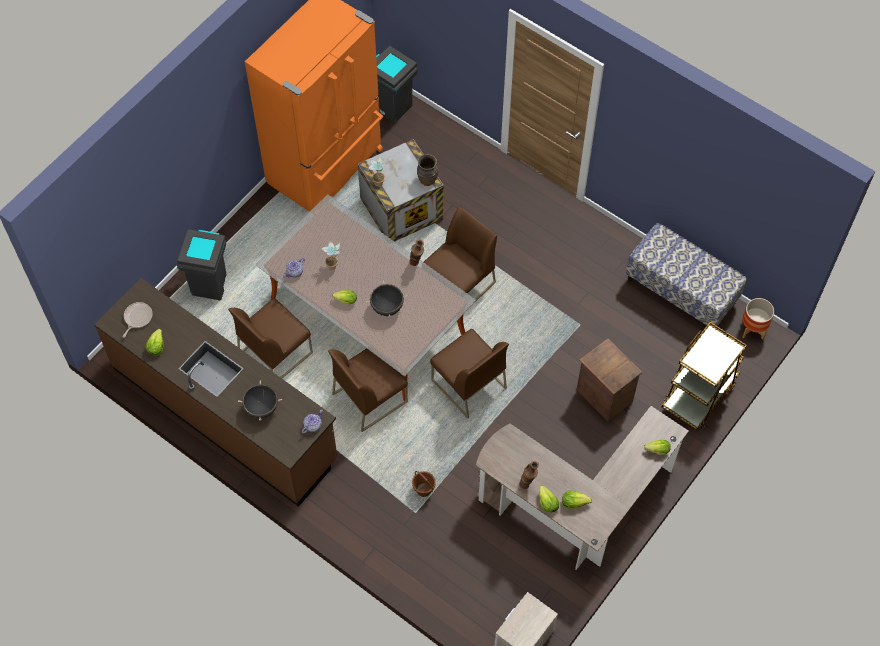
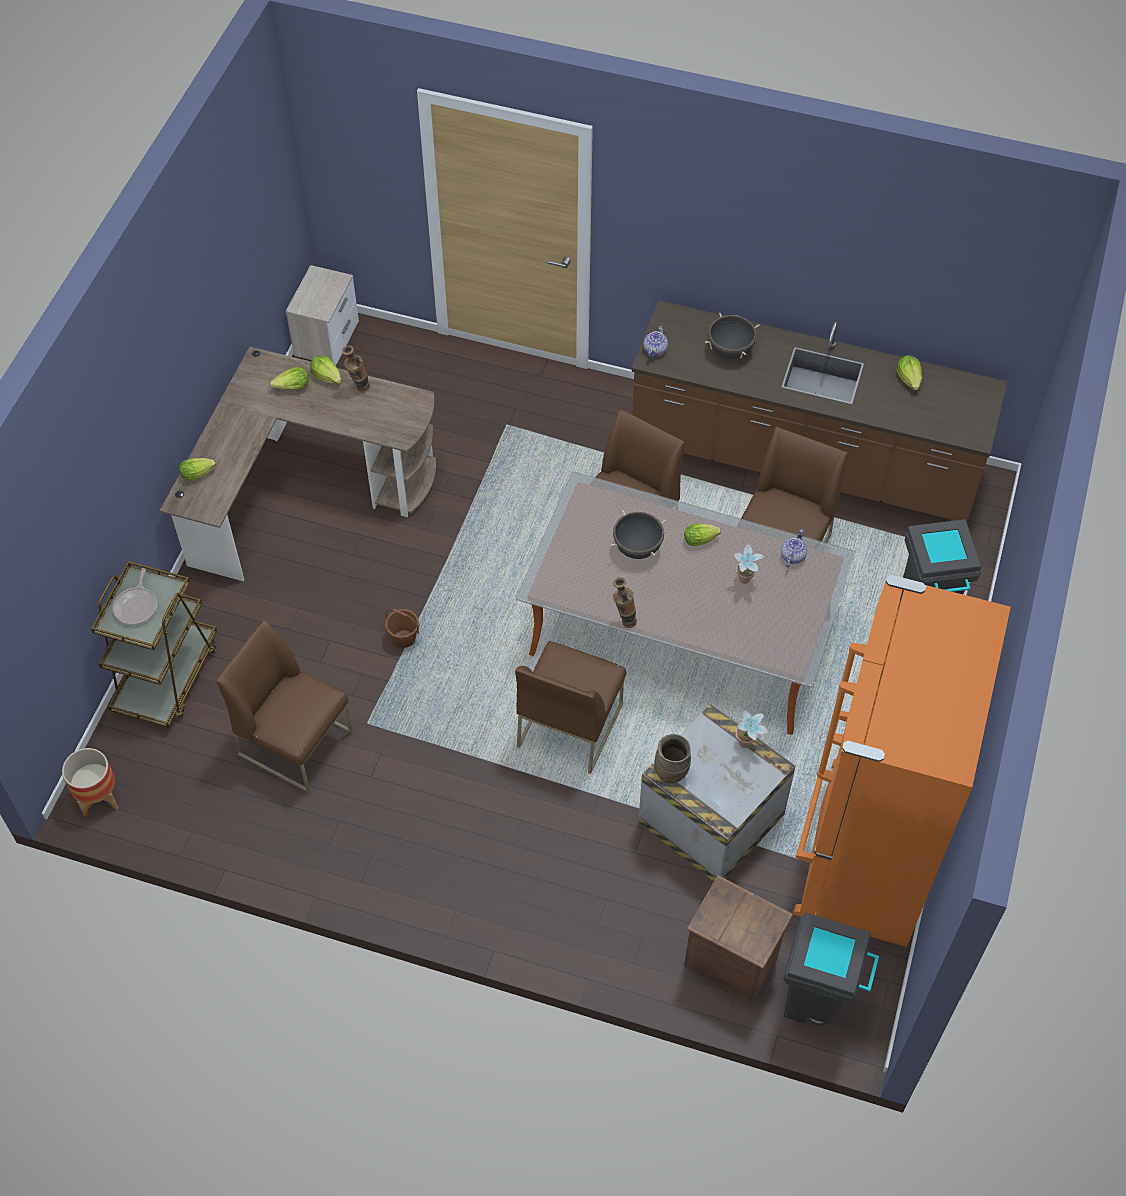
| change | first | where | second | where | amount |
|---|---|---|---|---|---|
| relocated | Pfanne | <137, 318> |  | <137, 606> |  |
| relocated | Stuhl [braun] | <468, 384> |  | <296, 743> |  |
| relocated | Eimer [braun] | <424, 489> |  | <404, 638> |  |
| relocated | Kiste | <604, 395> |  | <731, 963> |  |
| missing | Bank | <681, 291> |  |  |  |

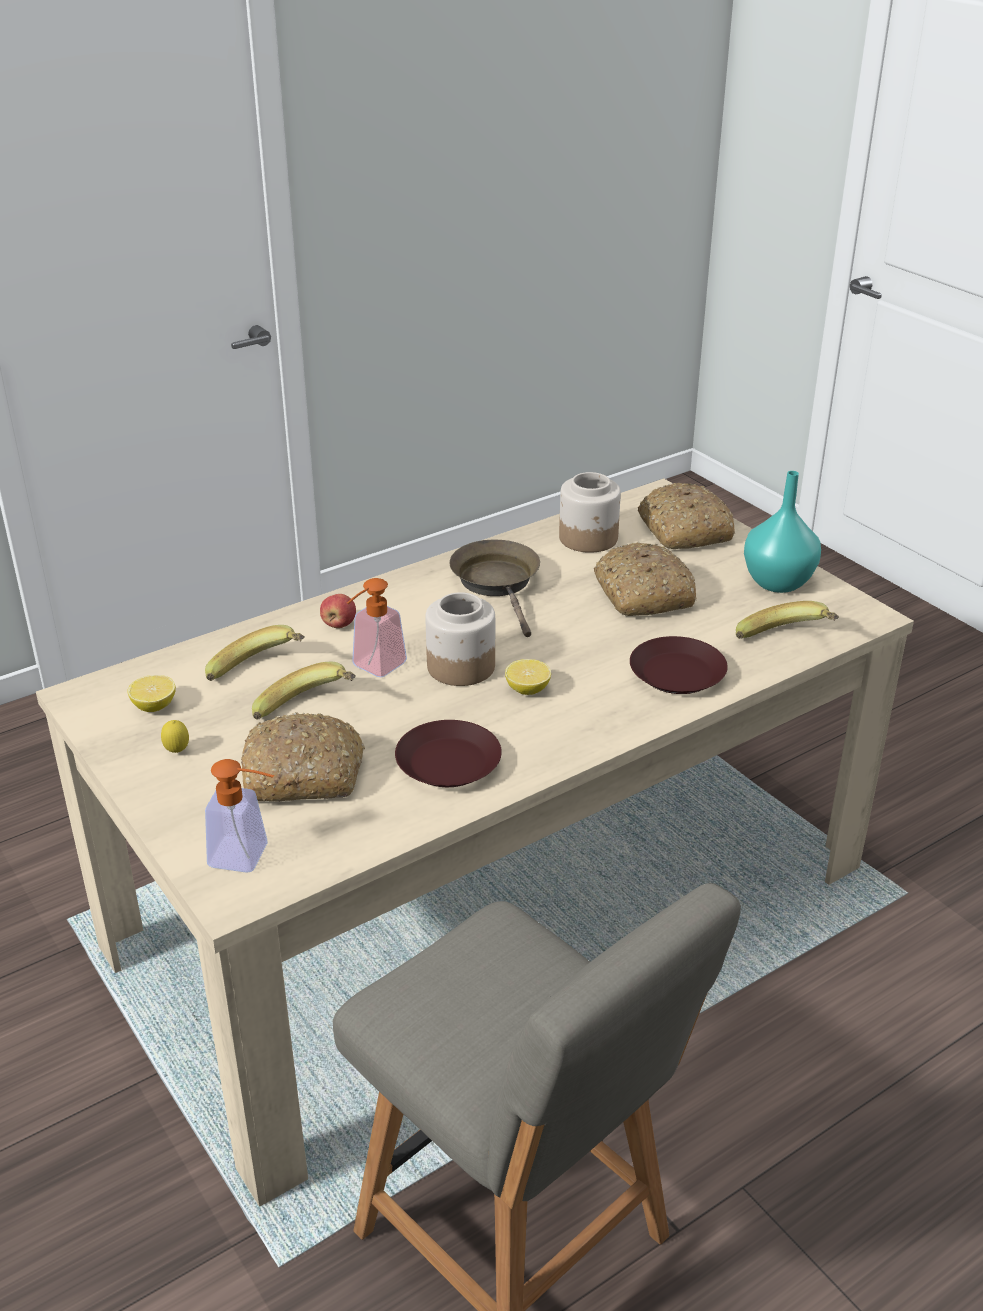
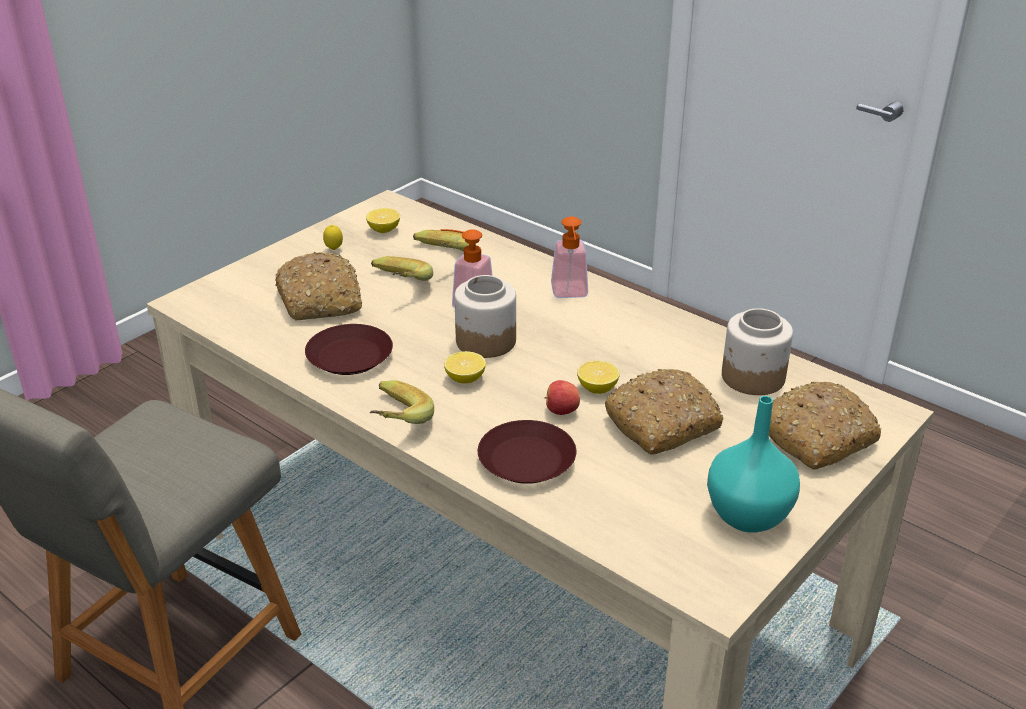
| change | first | where | second | where | amount |
|---|---|---|---|---|---|
| relocated | Banane | <786, 643> |  | <393, 422> |  |
| relocated | Apfel | <339, 624> |  | <561, 411> |  |
| relocated | Seifenspender | <248, 857> |  | <570, 294> |  |
| appeared |  |  | Zitrone | <597, 388> |  |
| missing | Pfanne [braun] | <498, 583> |  |  |  |

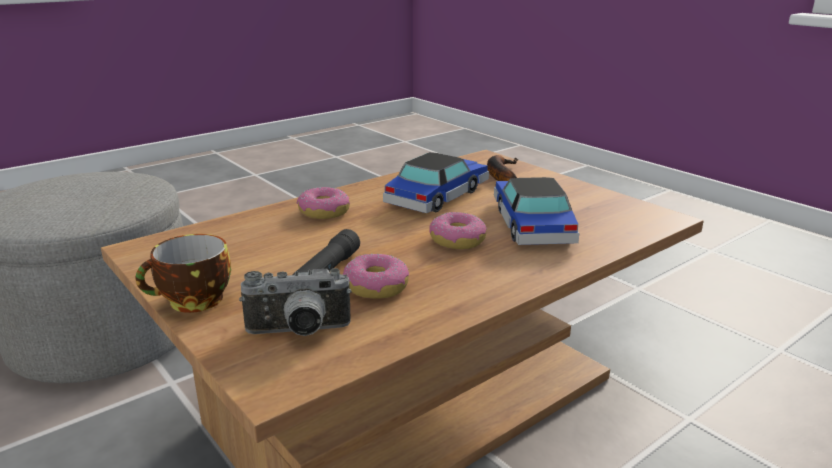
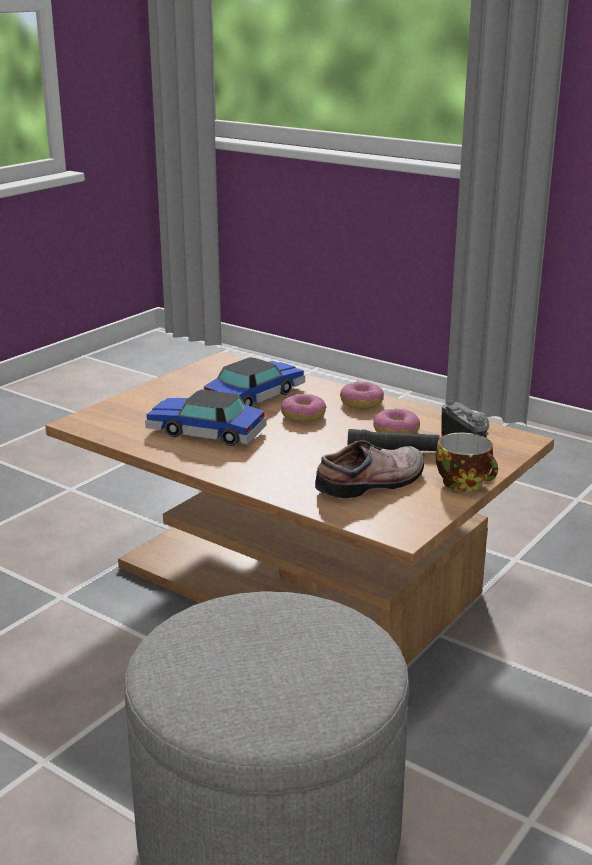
| change | first | where | second | where | amount |
|---|---|---|---|---|---|
| spun | Spielzeugauto | <532, 223> |  | <254, 396> | 150 degrees clockwise |
| appeared |  |  | Schuh | <373, 483> |  |
| relocated | Donut | <323, 212> |  | <362, 403> |  |
| missing | Banane | <499, 174> |  |  |  |

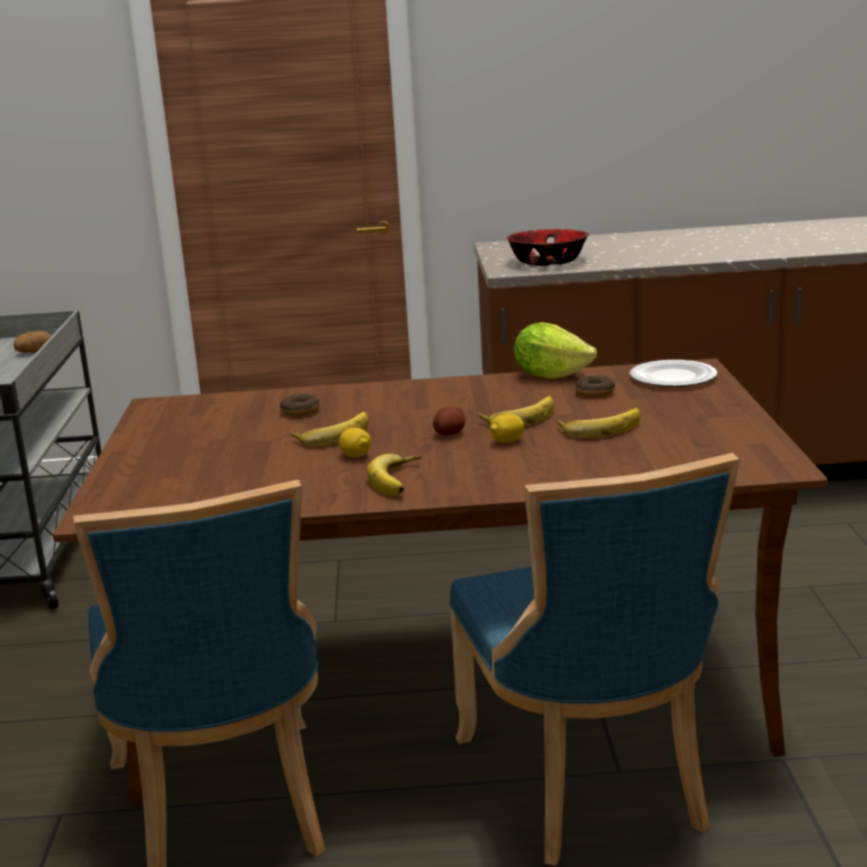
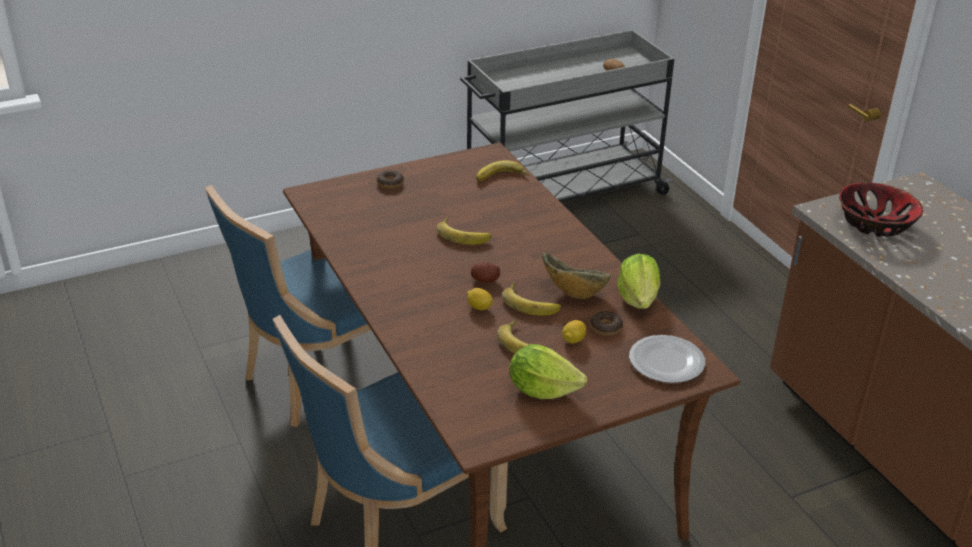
| change | first | where | second | where | amount |
|---|---|---|---|---|---|
| relocated | Donut | <300, 411> |  | <390, 183> |  |
| relocated | Banane | <401, 480> |  | <501, 178> |  |
| appeared |  |  | Salatkopf | <542, 389> |  |
| appeared |  |  | Schüssel | <573, 293> |  |
| relocated | Zitrone | <356, 455> |  | <573, 340> |  |

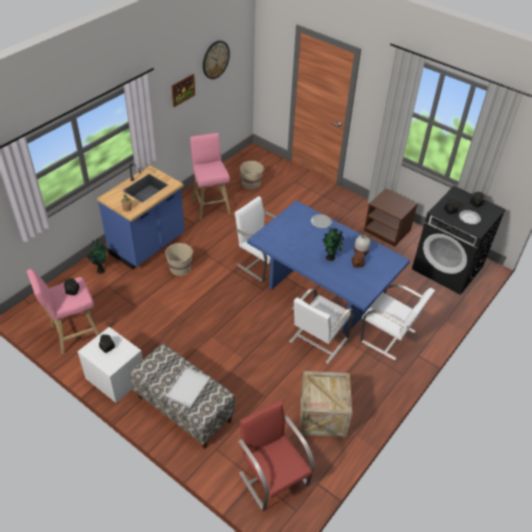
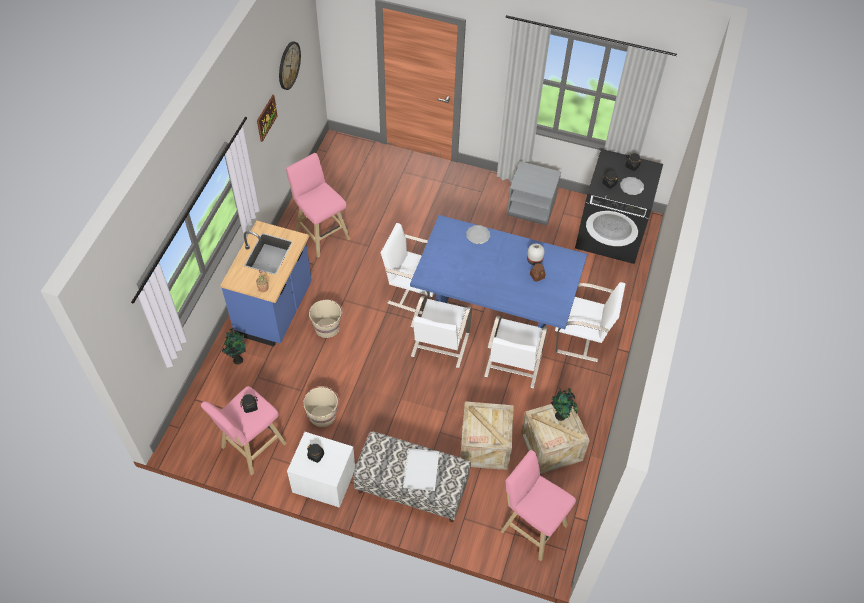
| change | first | where | second | where | amount |
|---|---|---|---|---|---|
| relocated | Eimer [beige] | <251, 183> |  | <323, 415> |  |
| appeared |  |  | Stuhl [weiß] | <439, 345> |  |
| appeared |  |  | Kiste | <484, 446> |  |
| exchanged | Stuhl [rot] | <273, 477> | Hocker [rosa] | <531, 526> |  |
| colour | Nachttisch [braun] | <387, 231> | Nachttisch [grau] | <532, 207> |  |
| relocated | Topfpflanze | <330, 258> |  | <561, 416> |  |

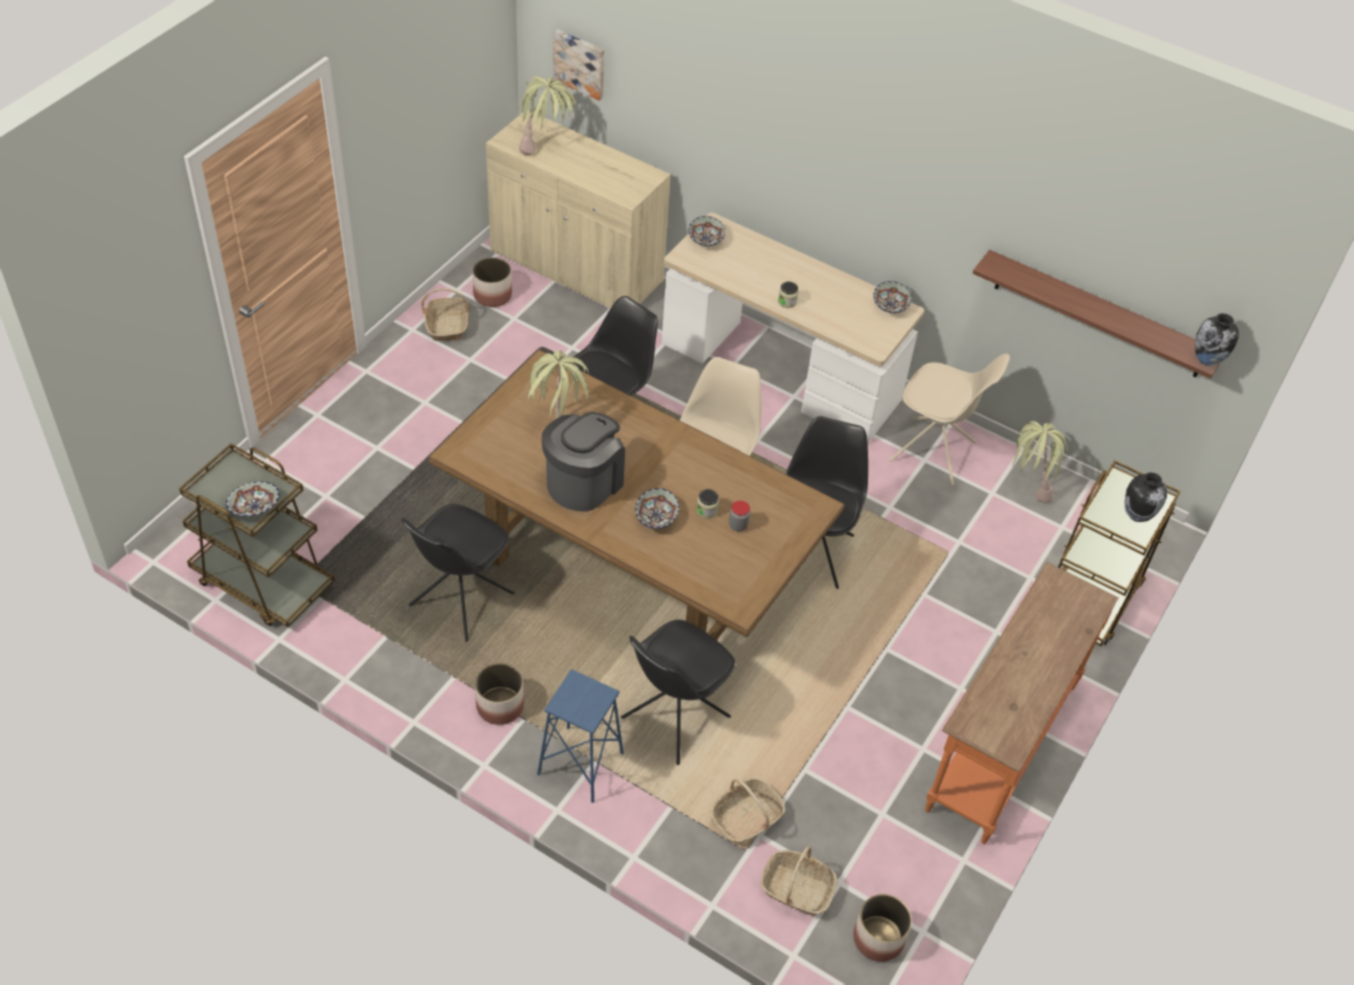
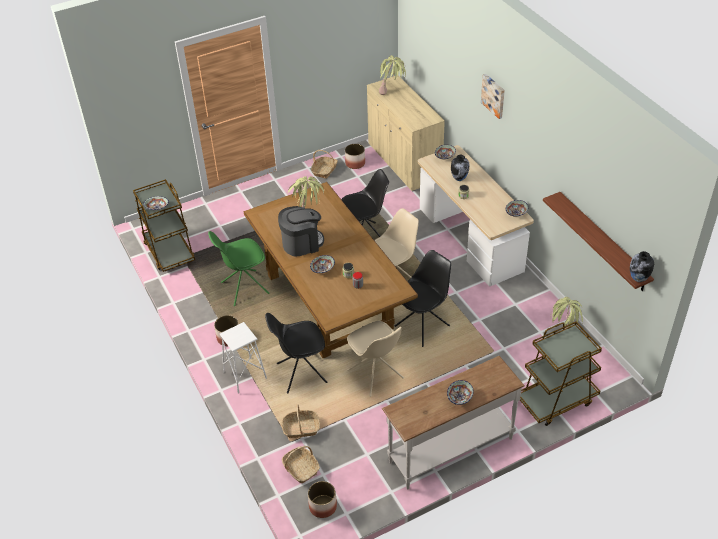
| change | first | where | second | where | amount |
|---|---|---|---|---|---|
| colour | Stuhl [schwarz] | <460, 601> | Stuhl [grün] | <244, 288> |  |
| colour | Hocker [blau] | <580, 764> | Hocker [weiß] | <244, 375> |  |
| relocated | Stuhl [beige] | <934, 452> |  | <376, 375> |  |
| colour | Konsolentisch [orange] | <999, 746> | Konsolentisch [weiß] | <450, 449> |  |
| appeared |  |  | Schüssel | <459, 397> |  |
| relocated | Vase | <1137, 515> |  | <459, 178> |  |
| relocated | Bild | <580, 63> |  | <494, 95> |  |

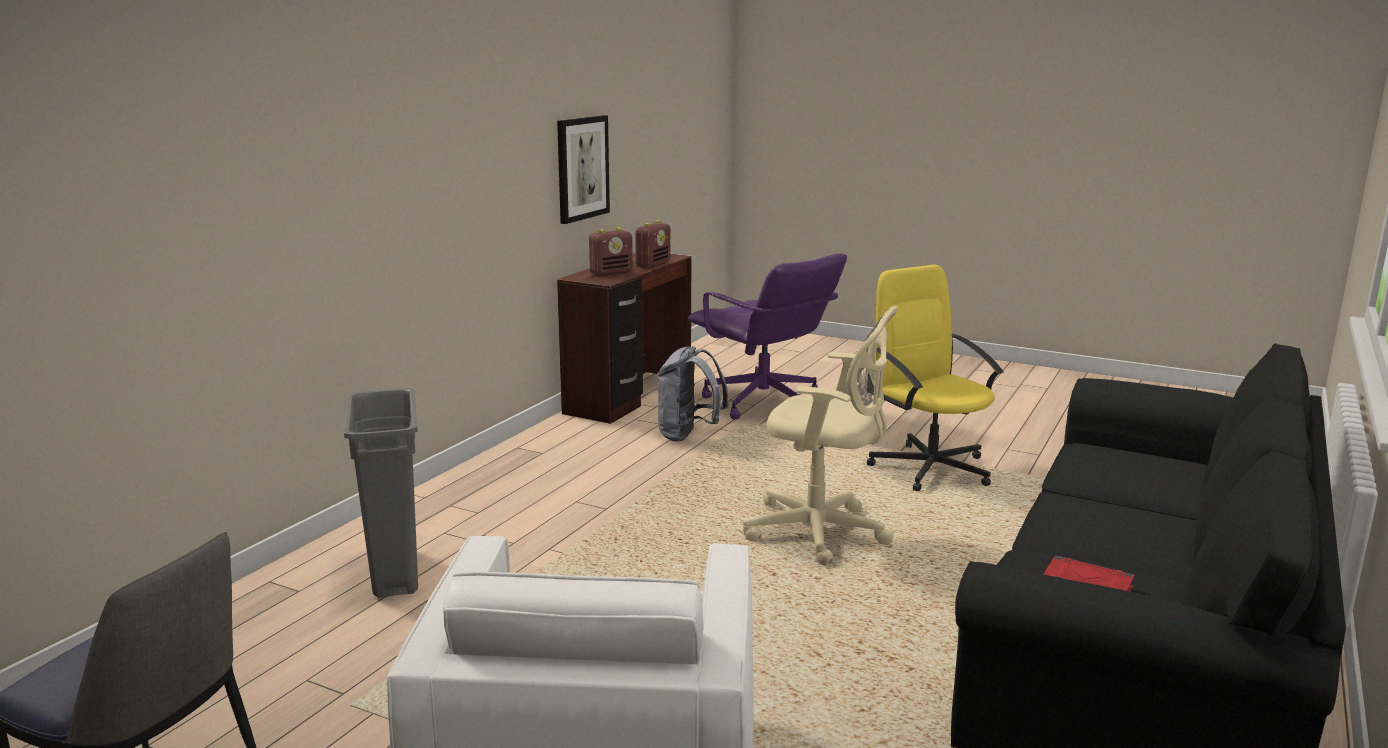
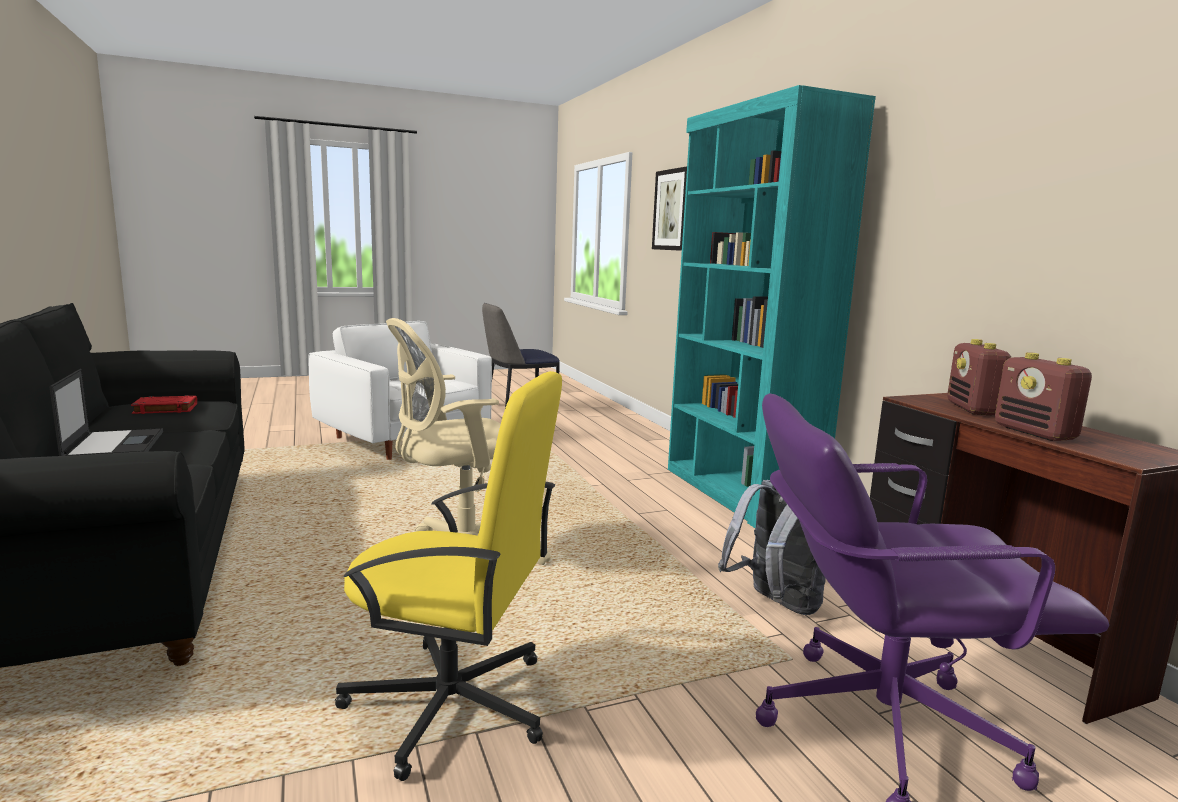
| change | first | where | second | where | amount |
|---|---|---|---|---|---|
| appeared |  |  | Laptop | <114, 445> |  |
| relocated | Bild | <582, 168> |  | <672, 210> |  |
| appeared |  |  | Bücherregal [türkis] | <738, 492> |  |
| missing | Mülleimer [grau] | <395, 572> |  |  |  |

